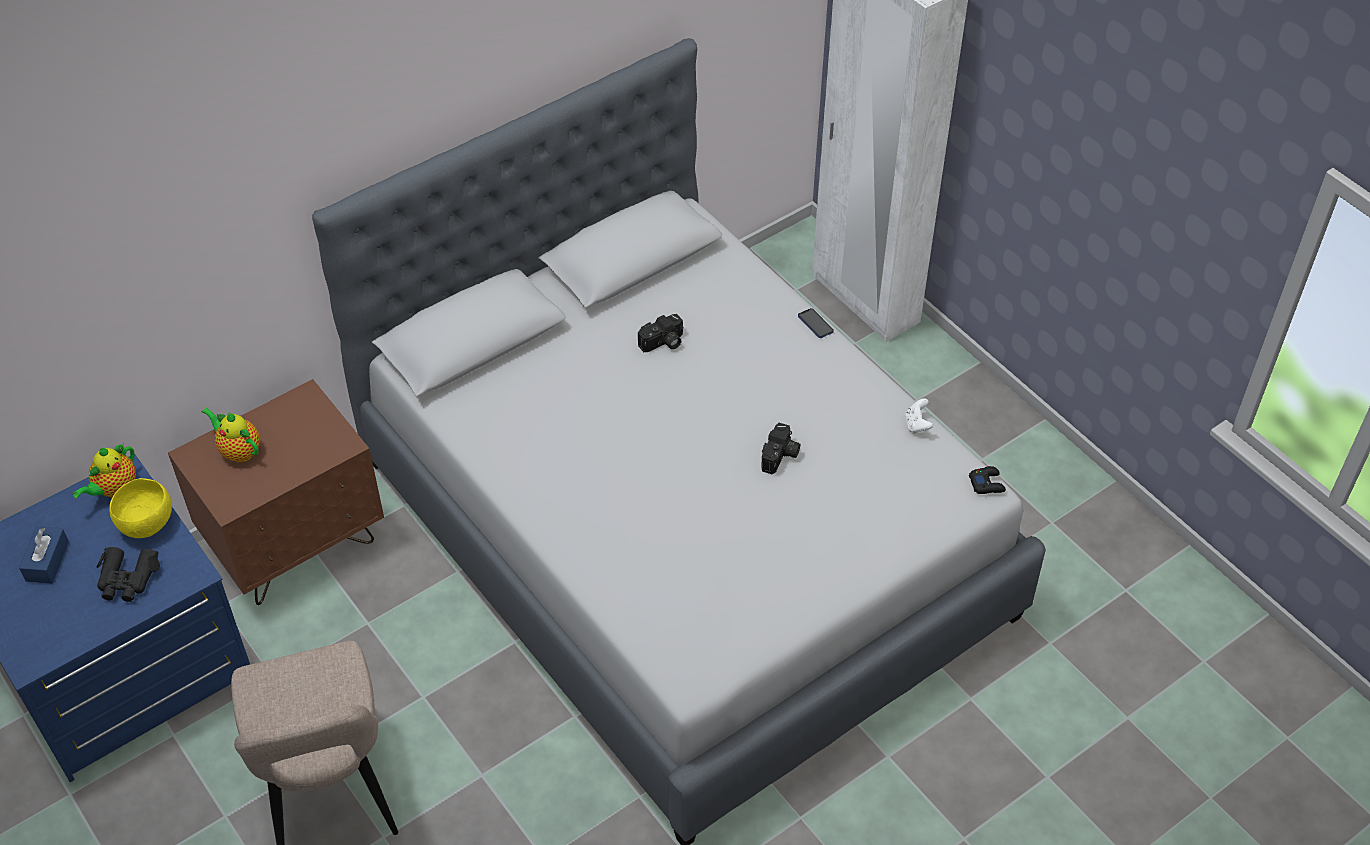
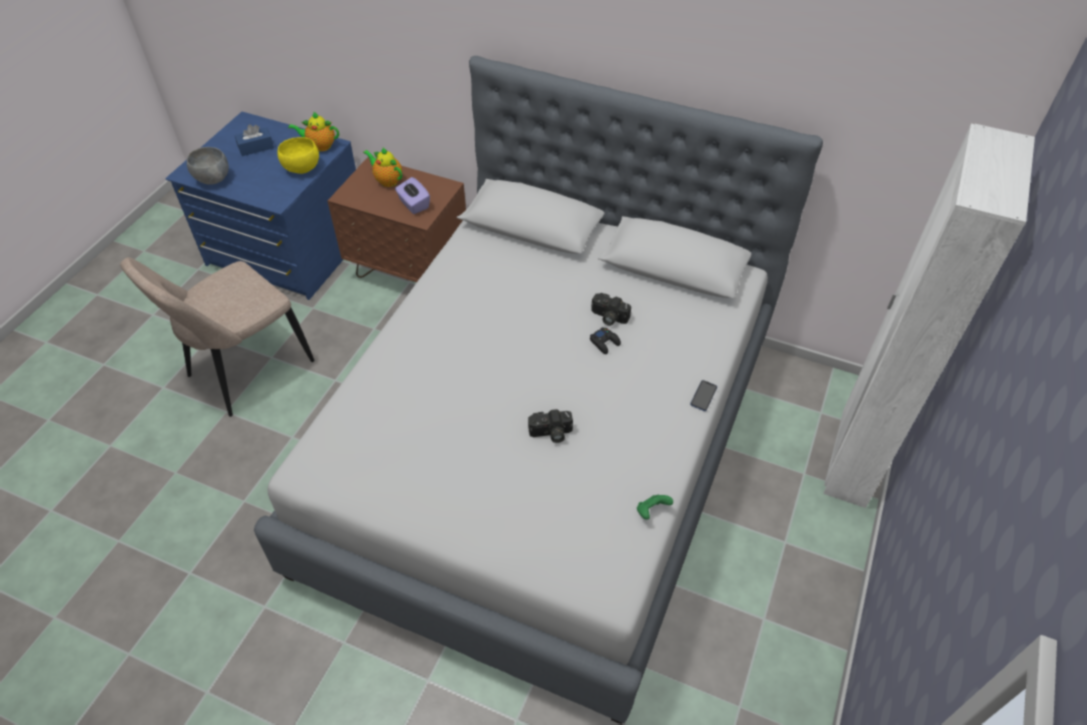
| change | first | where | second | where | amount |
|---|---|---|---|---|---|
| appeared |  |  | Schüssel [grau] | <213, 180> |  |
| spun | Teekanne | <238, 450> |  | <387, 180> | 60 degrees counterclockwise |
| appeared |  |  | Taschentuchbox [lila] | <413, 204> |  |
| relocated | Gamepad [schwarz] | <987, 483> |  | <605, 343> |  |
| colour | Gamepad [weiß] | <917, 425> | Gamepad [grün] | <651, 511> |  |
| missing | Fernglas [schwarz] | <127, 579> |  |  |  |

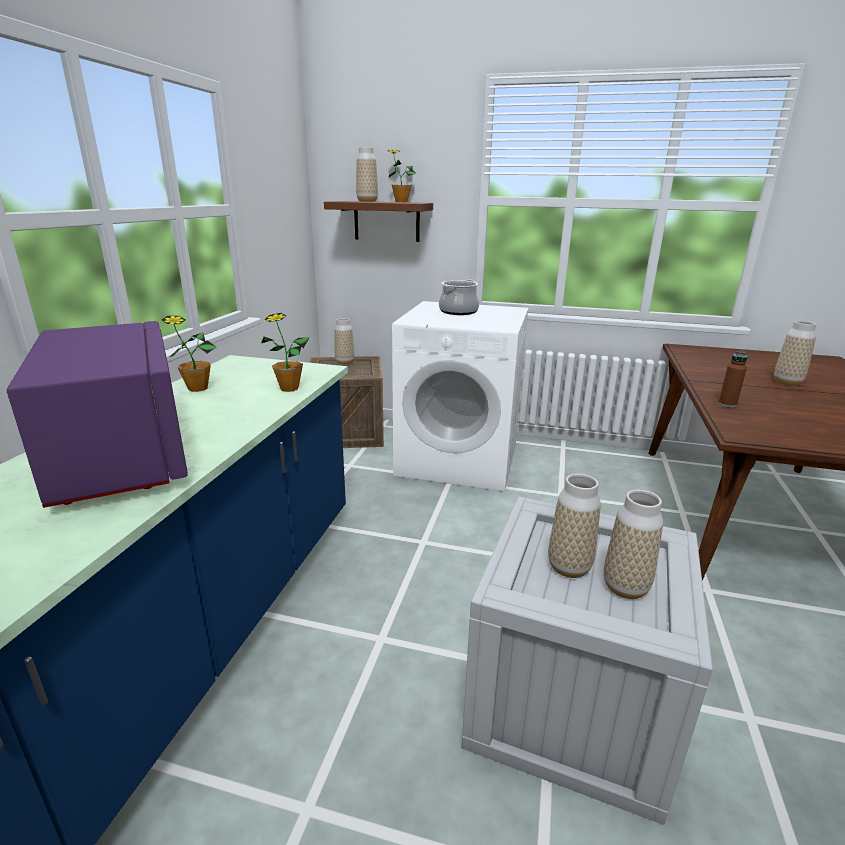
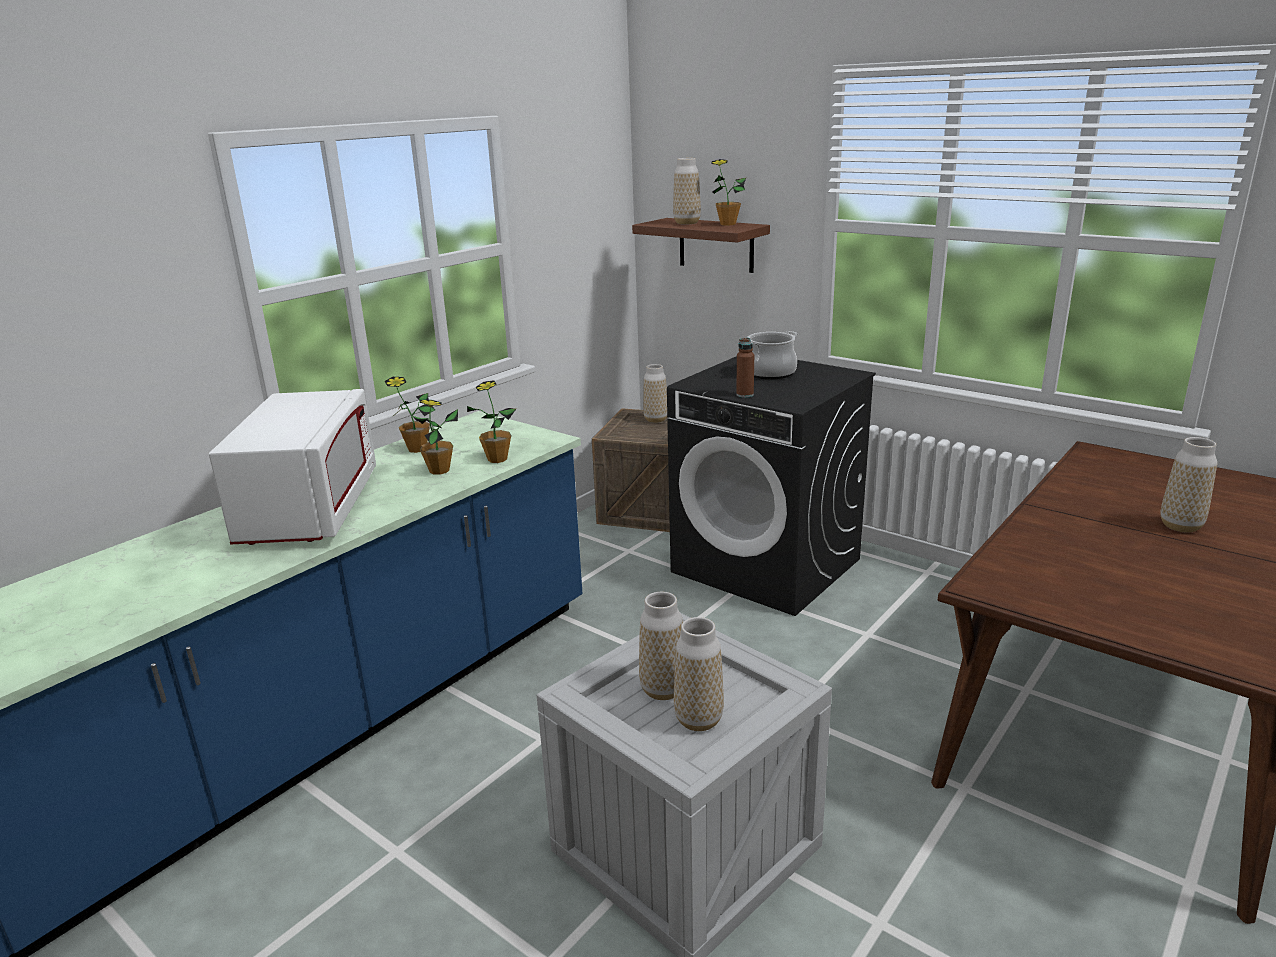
| change | first | where | second | where | amount |
|---|---|---|---|---|---|
| colour | Mikrowelle [lila] | <122, 456> | Mikrowelle [weiß] | <311, 510> |  |
| appeared |  |  | Topfpflanze | <439, 471> |  |
| colour | Waschmaschine [weiß] | <459, 460> | Waschmaschine [schwarz] | <767, 566> |  |
| relocated | Flasche [braun] | <727, 404> |  | <745, 395> |  |

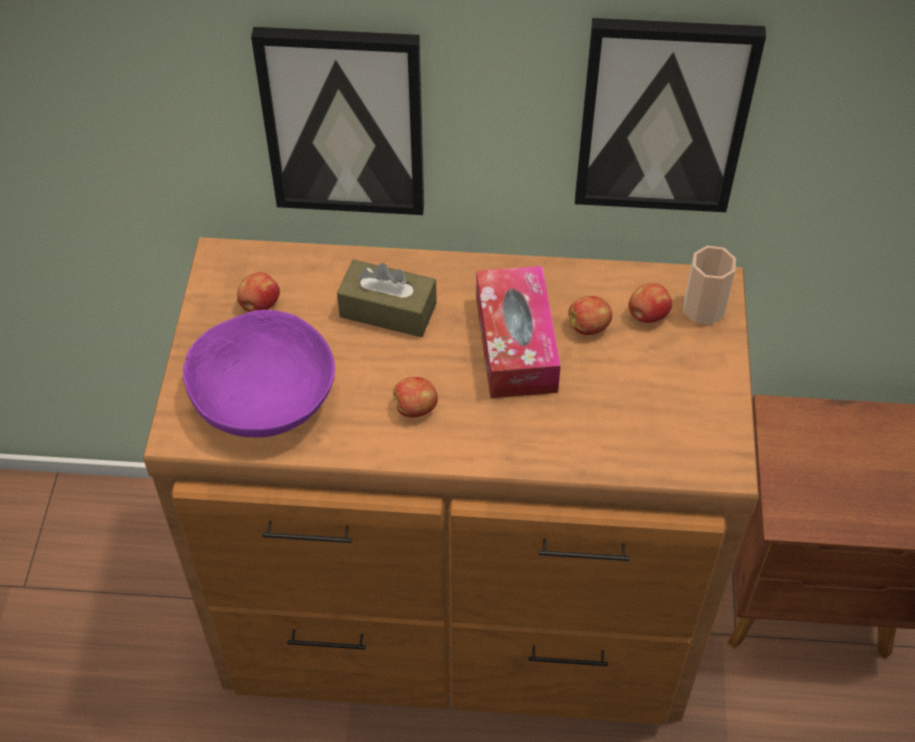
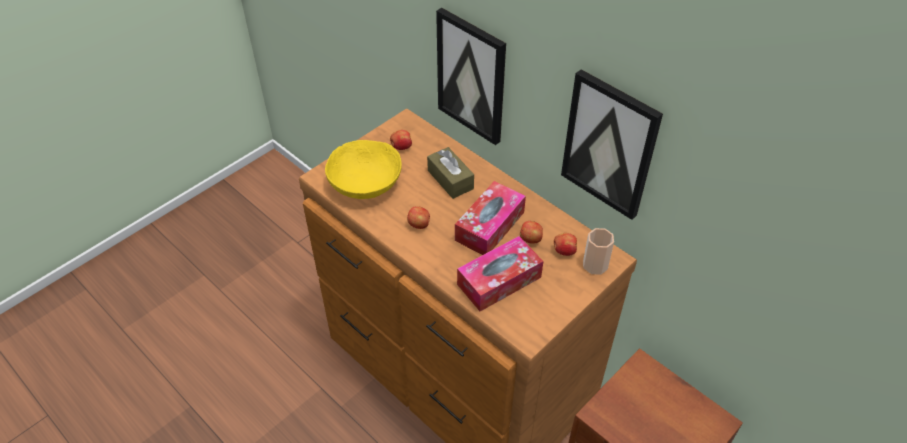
| change | first | where | second | where | amount |
|---|---|---|---|---|---|
| colour | Schüssel [lila] | <264, 397> | Schüssel [gelb] | <365, 183> |  |
| appeared |  |  | Taschentuchbox | <499, 281> |  |

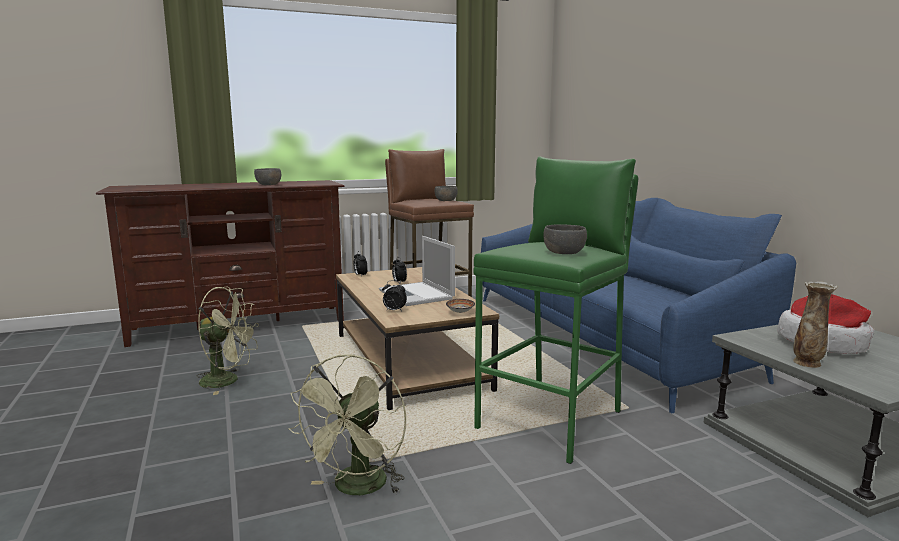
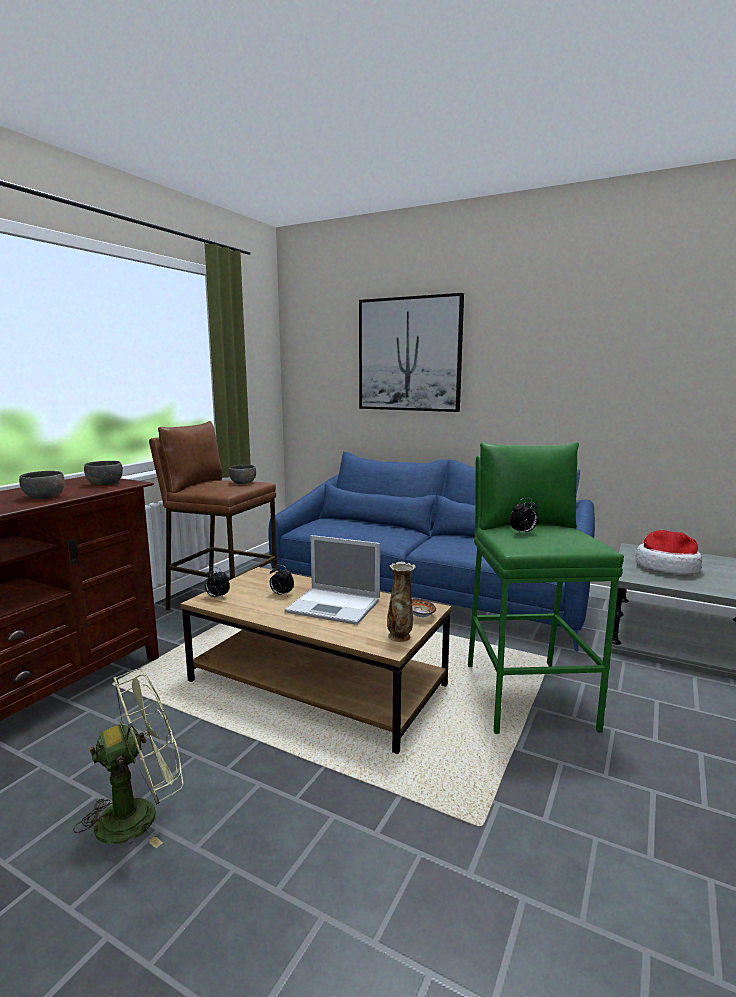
| change | first | where | second | where | amount |
|---|---|---|---|---|---|
| relocated | Schüssel [grau] | <564, 253> |  | <105, 484> |  |
| appeared |  |  | Bild | <409, 354> |  |
| relocated | Vase | <808, 363> |  | <400, 637> |  |
| relocated | Wecker | <394, 311> |  | <523, 532> |  |
| missing | Ventilator [grün] | <357, 489> |  |  |  |

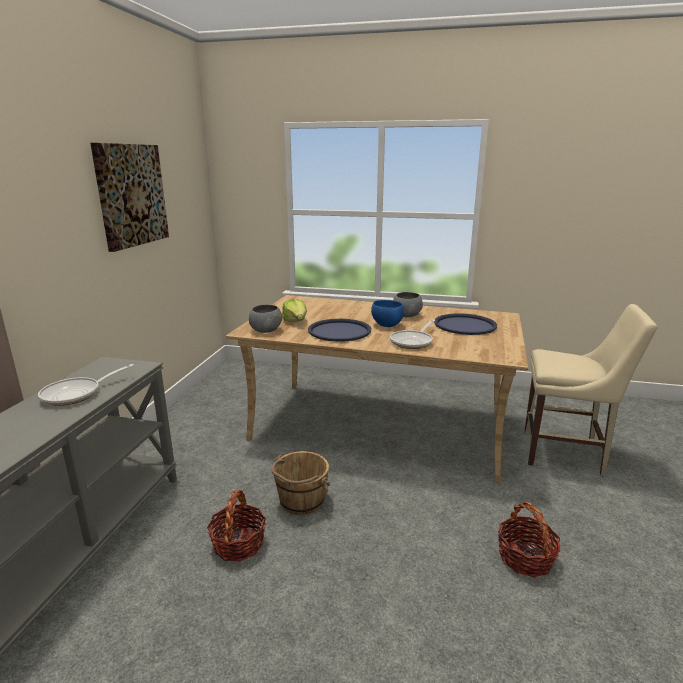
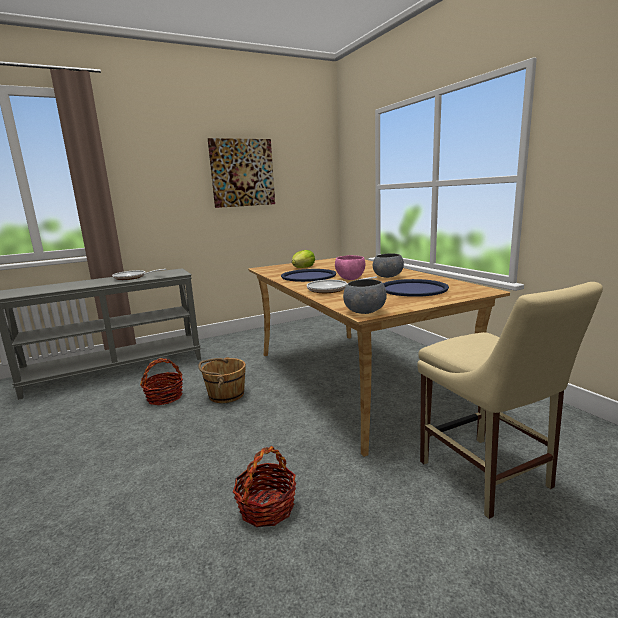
| change | first | where | second | where | amount |
|---|---|---|---|---|---|
| colour | Schüssel [blau] | <386, 325> | Schüssel [rosa] | <350, 279> |  |
| relocated | Schüssel [grau] | <265, 330> |  | <364, 311> |  |

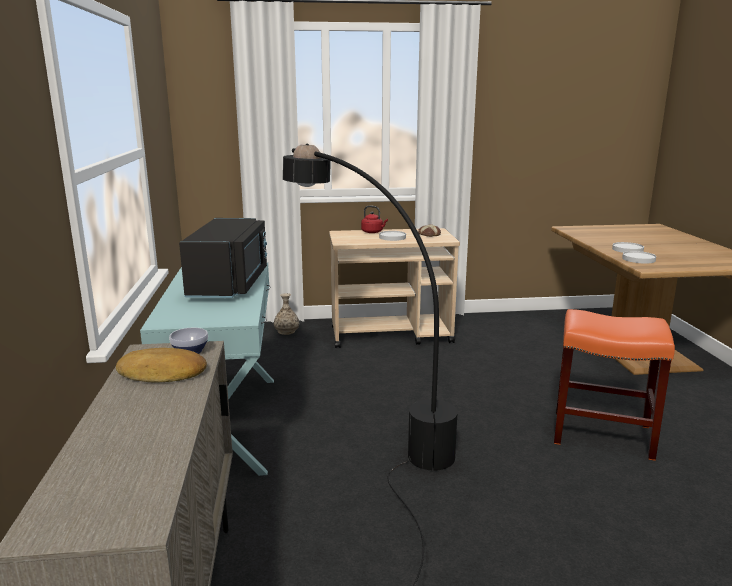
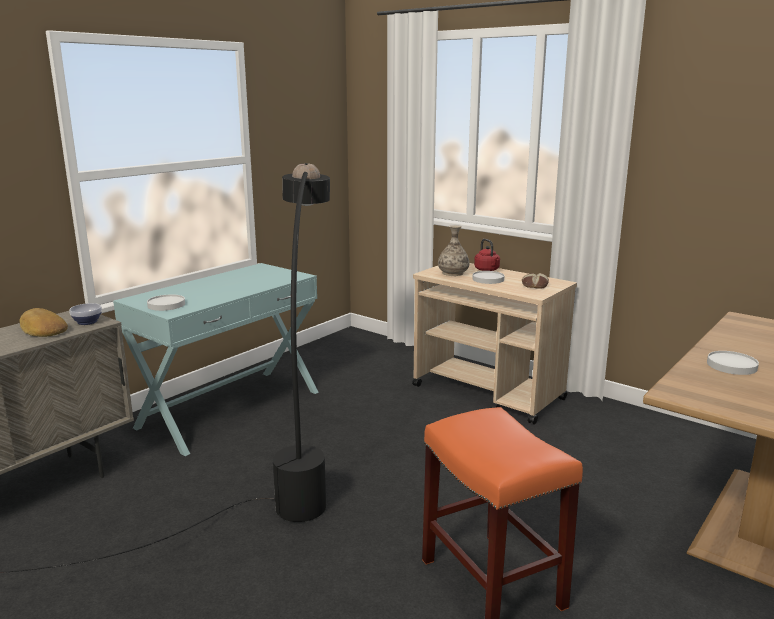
| change | first | where | second | where | amount |
|---|---|---|---|---|---|
| relocated | Teller [weiß] | <639, 259> |  | <166, 305> |  |
| relocated | Vase | <286, 331> |  | <453, 273> |  |
| missing | Mikrowelle [schwarz] | <231, 284> |  |  |  |

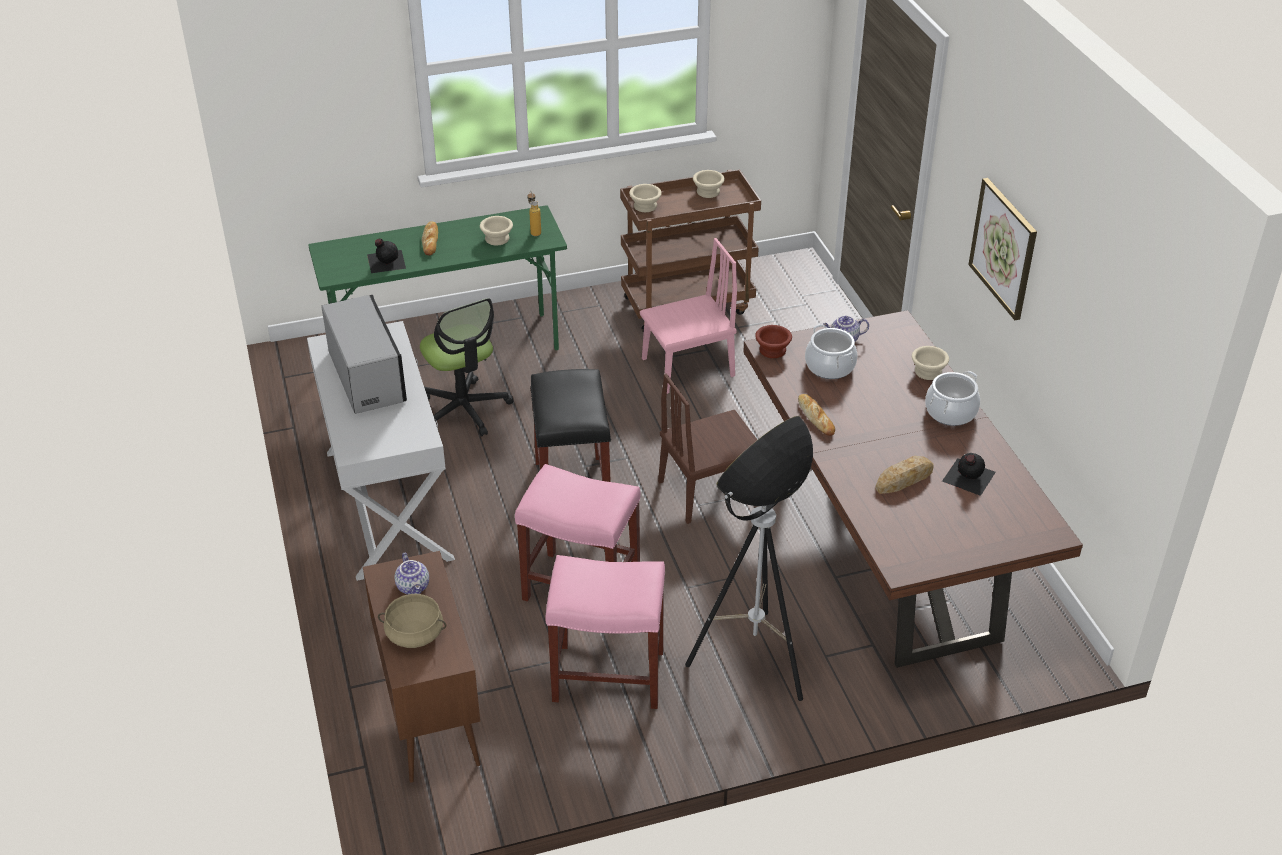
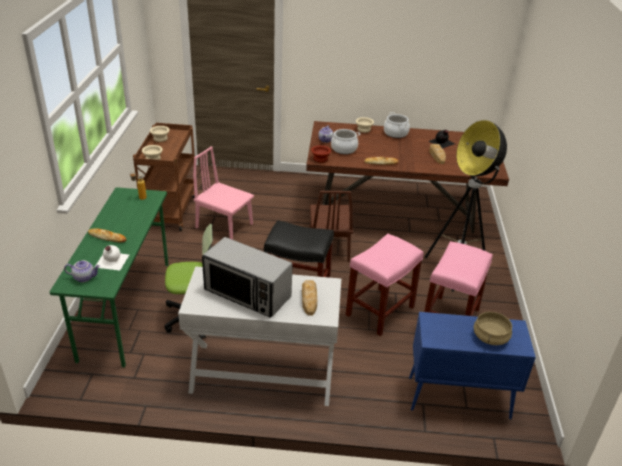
| change | first | where | second | where | amount |
|---|---|---|---|---|---|
| relocated | Teekanne | <414, 587> |  | <84, 277> |  |
| colour | Flasche [schwarz] | <385, 261> | Flasche [weiß] | <111, 261> |  |
| spun | Stuhl [rosa] | <687, 367> |  | <224, 226> | 60 degrees counterclockwise |
| spun | Mikrowelle | <367, 376> |  | <247, 294> | 150 degrees counterclockwise |
| appeared |  |  | Brot | <309, 299> |  |
| colour | Schrank [braun] | <429, 712> | Schrank [blau] | <457, 398> |  |
| missing | Schüssel [beige] | <497, 238> |  |  |  |
| missing | Bild | <1004, 248> |  |  |  |

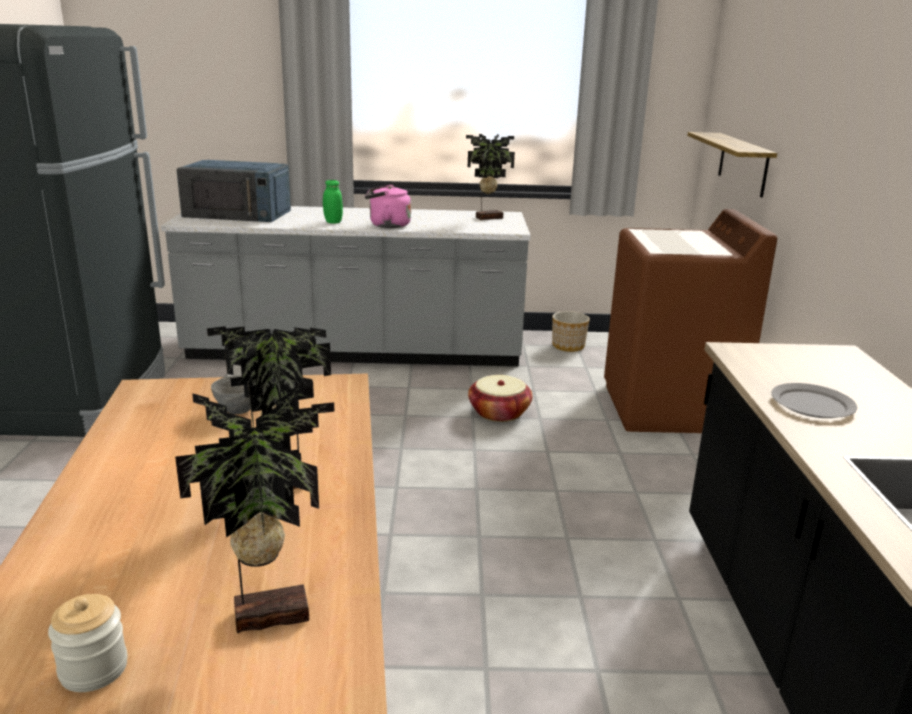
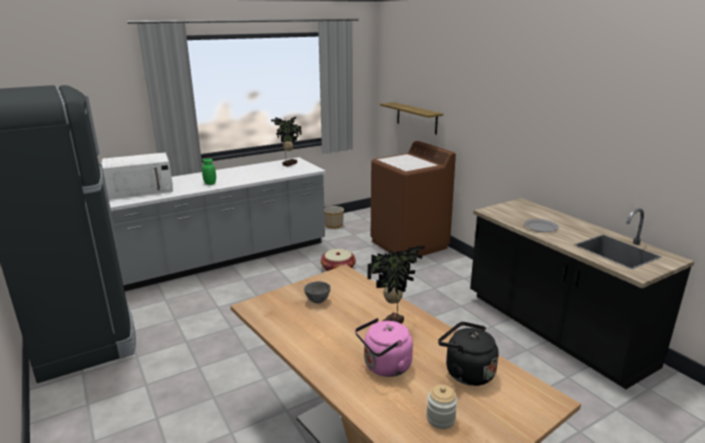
| change | first | where | second | where | amount |
|---|---|---|---|---|---|
| colour | Mikrowelle [blau] | <238, 213> | Mikrowelle [weiß] | <140, 189> |  |
| relocated | Wasserkessel [rosa] | <387, 225> |  | <385, 367> |  |
| exchanged | Topfpflanze | <269, 612> | Wasserkessel [schwarz] | <466, 372> |  |

